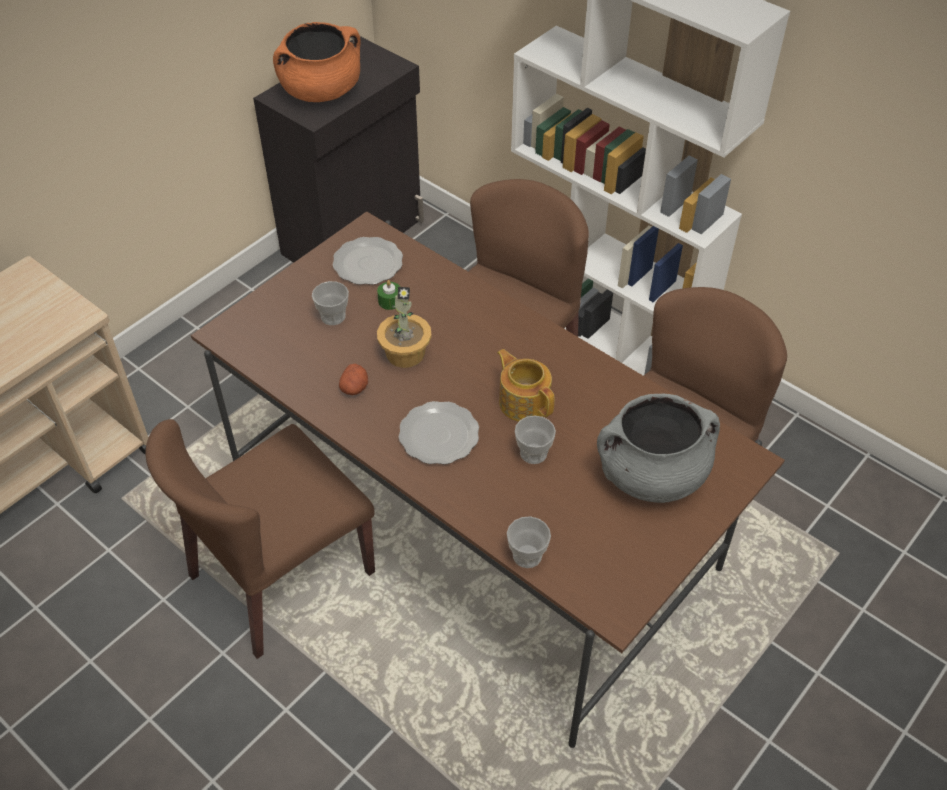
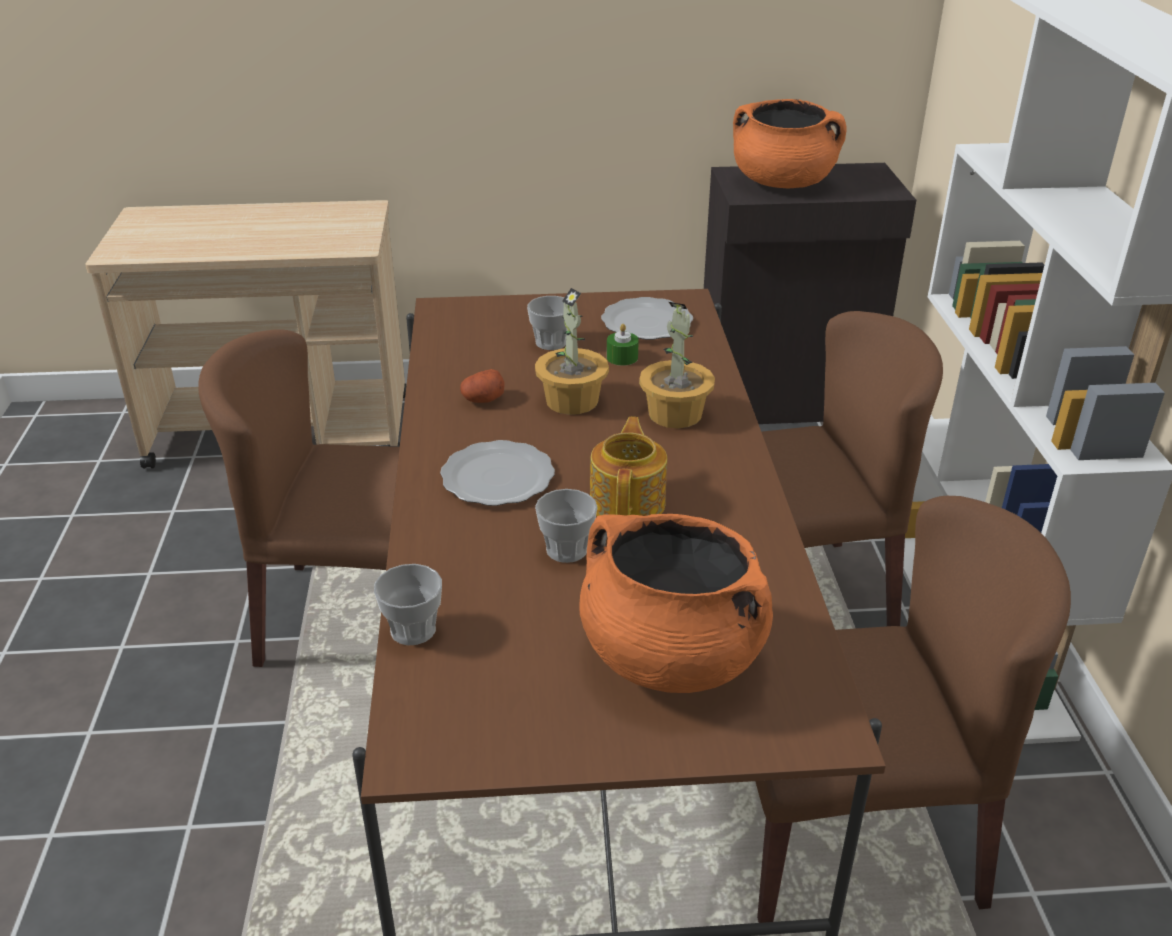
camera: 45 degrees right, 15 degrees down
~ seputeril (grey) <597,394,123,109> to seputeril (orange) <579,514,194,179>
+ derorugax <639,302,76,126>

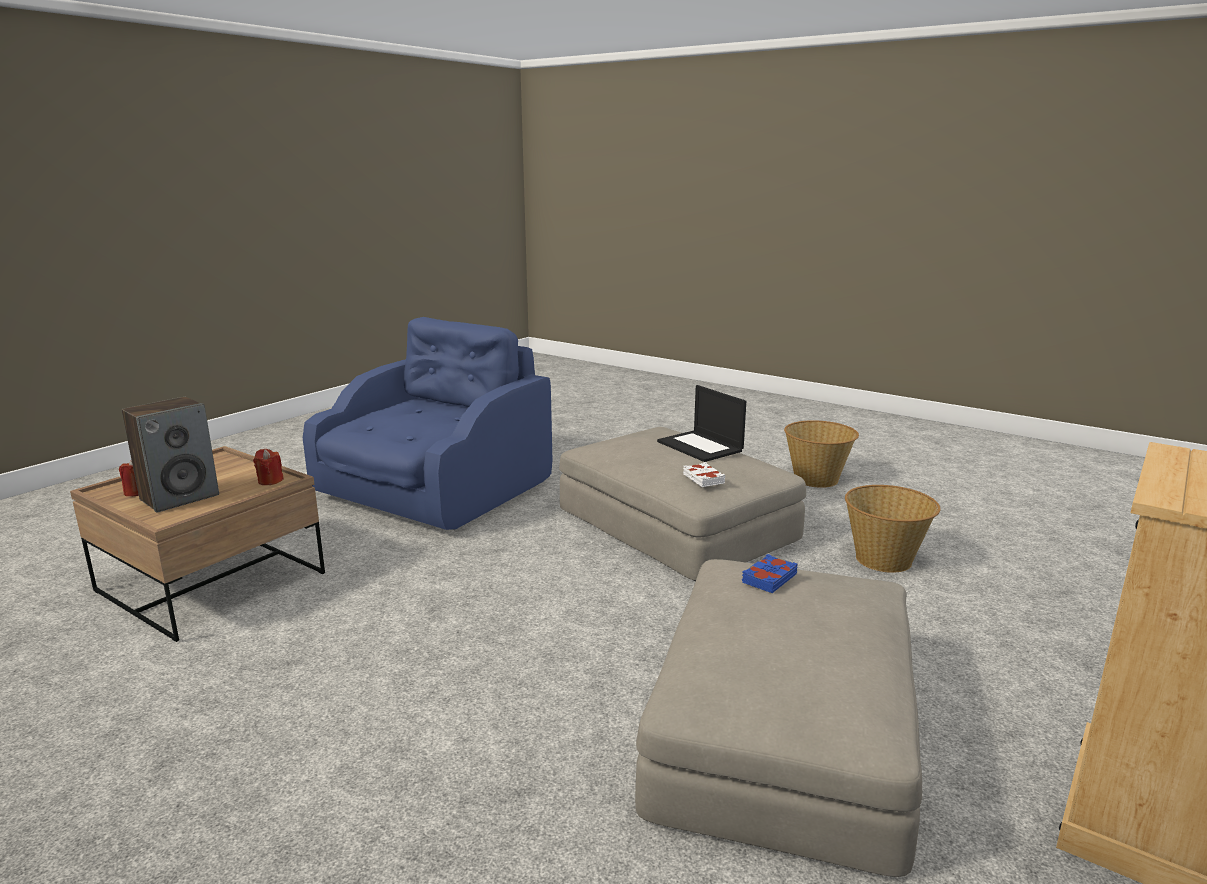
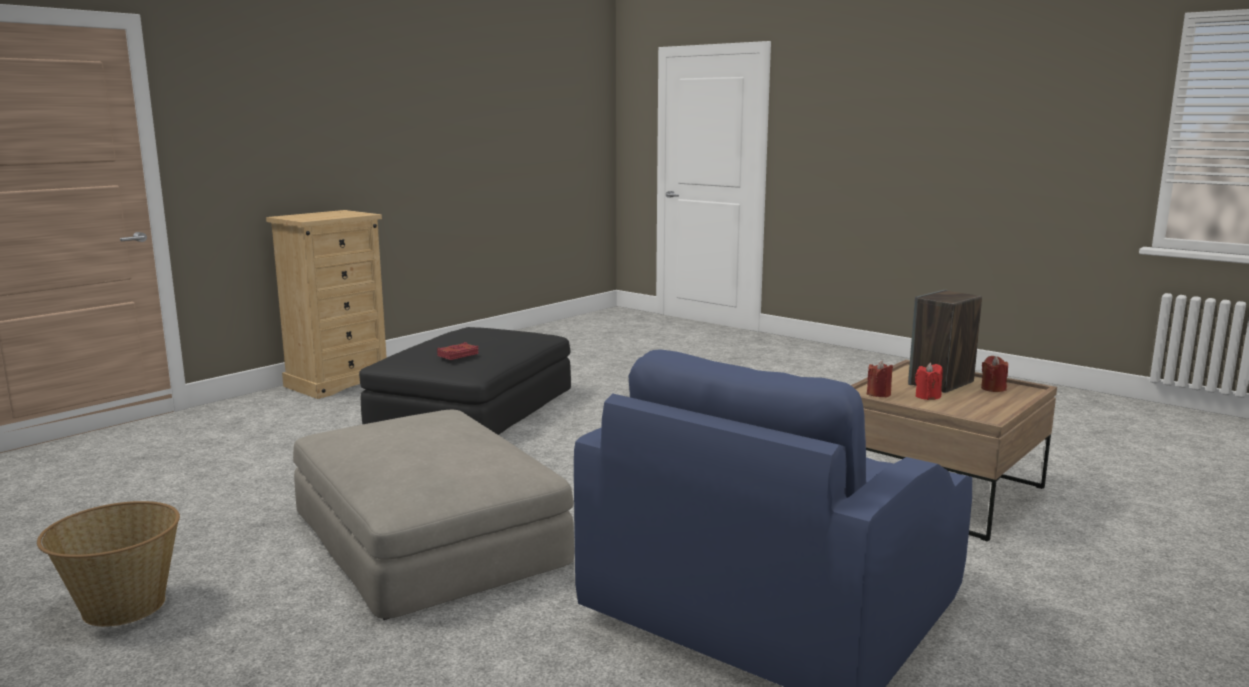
camera: 175 degrees left, 5 degrees down
~ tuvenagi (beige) <635,559,287,318> to tuvenagi (black) <359,327,212,108>
~ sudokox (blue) <742,554,56,39> to sudokox (red) <437,342,42,18>
+ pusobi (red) <915,363,28,37>
- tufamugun <657,385,89,77>
- sudokox (white) <683,462,42,25>
- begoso <845,485,96,88>

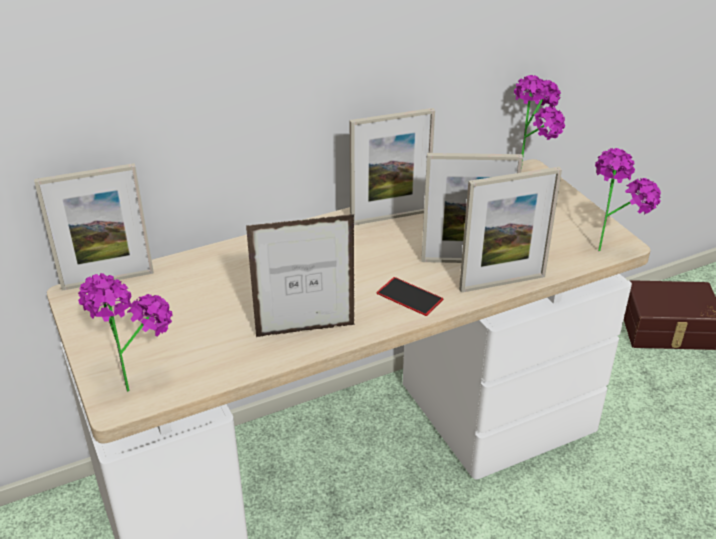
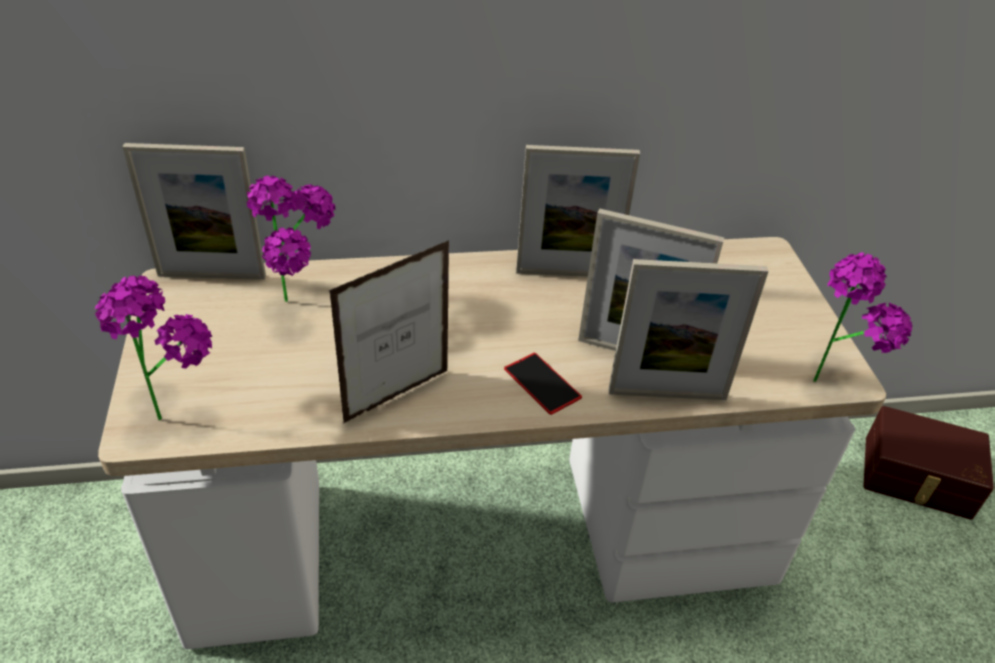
camera: 15 degrees right, 5 degrees up
~ derorugax <514,75,52,88> to <247,175,88,127>
~ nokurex <246,214,109,123> = <329,240,120,183> 135 degrees clockwise

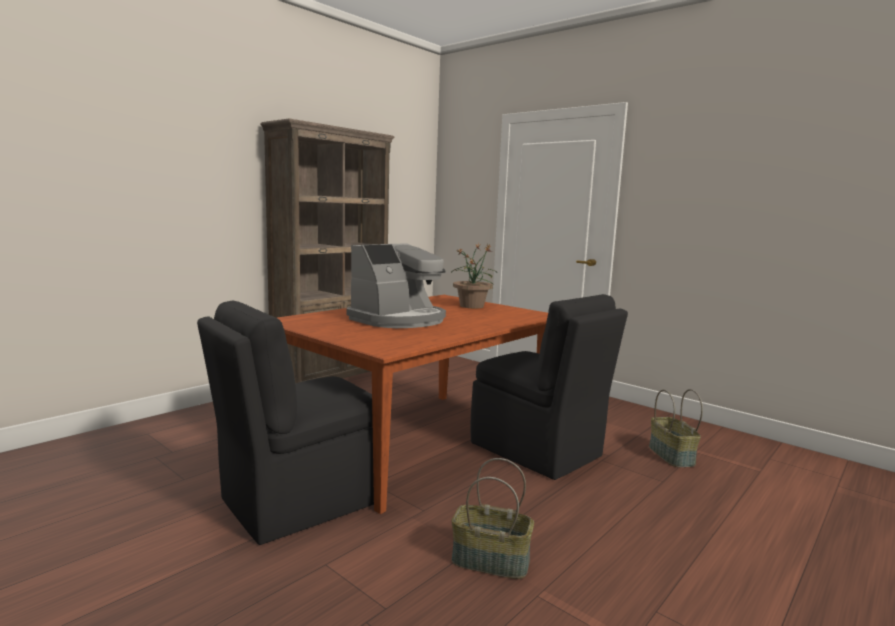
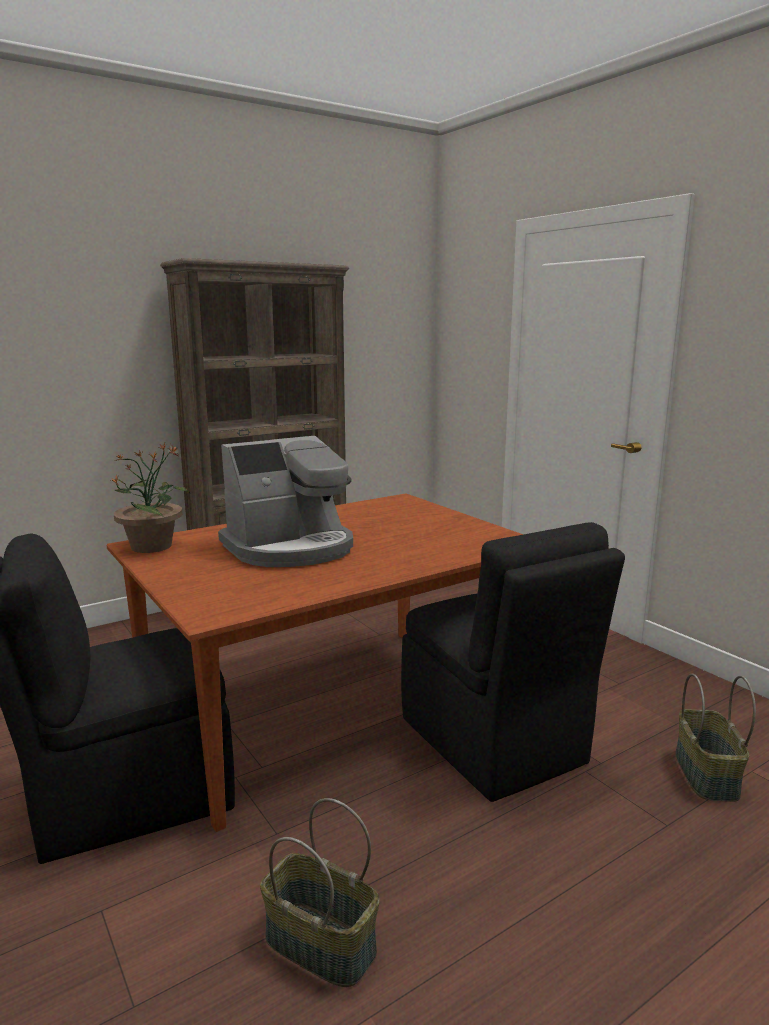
camera: 15 degrees right, 5 degrees up
~ derorugax <452,243,45,65> to <111,443,79,110>

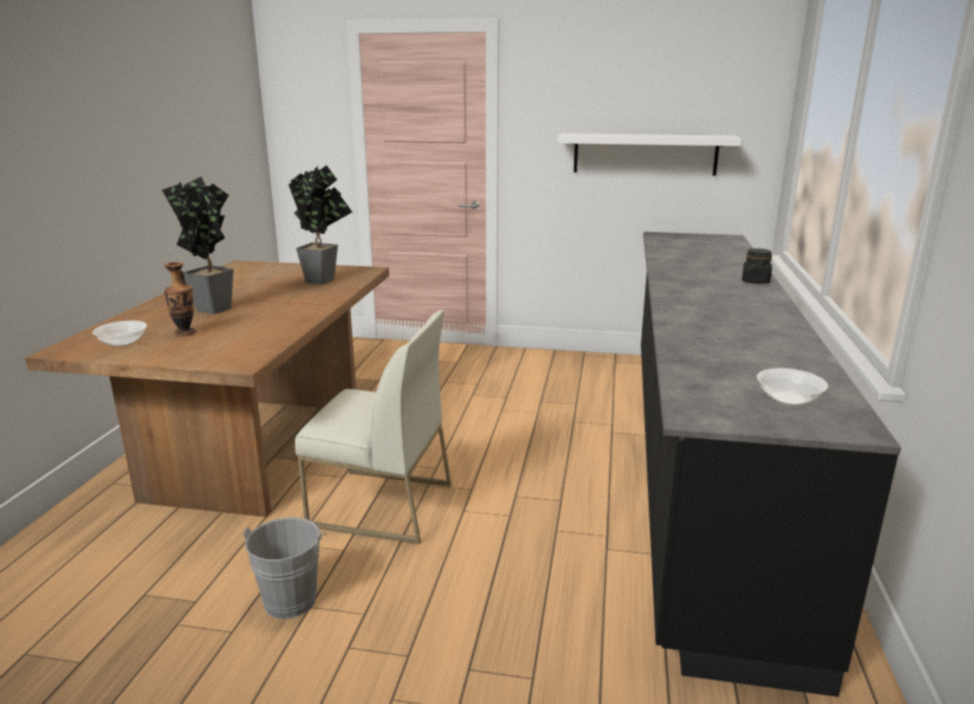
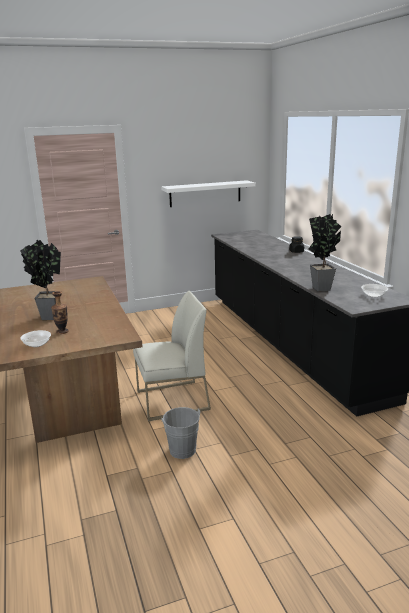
camera: 30 degrees left, 0 degrees up
~ derorugax <288,165,64,120> to <309,214,32,78>

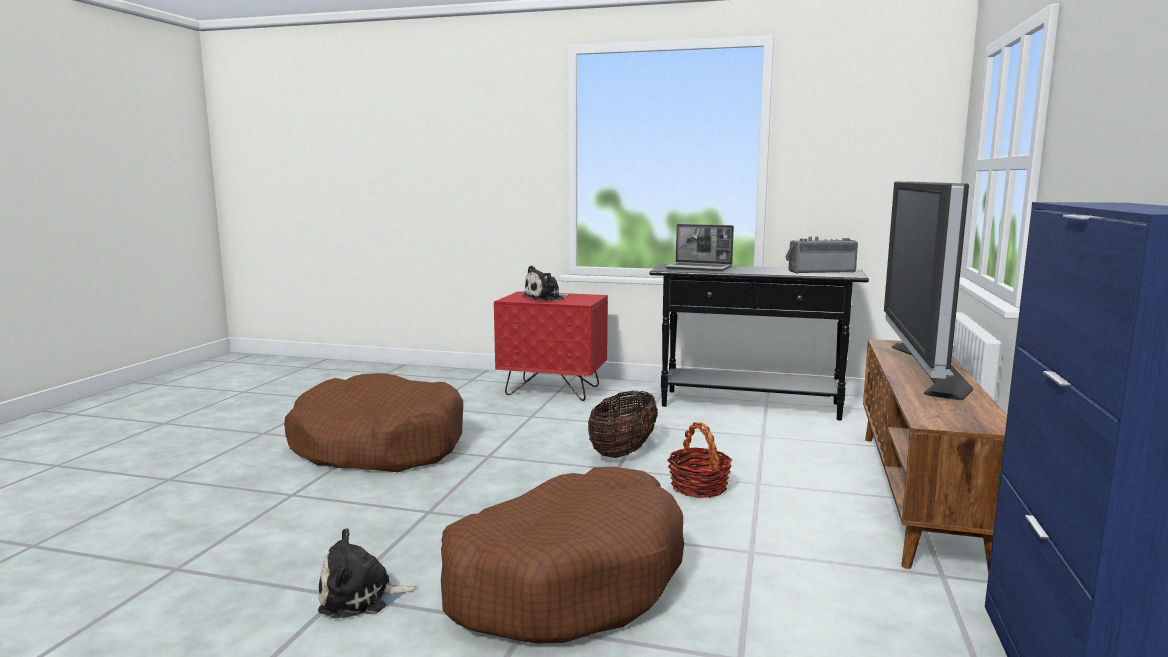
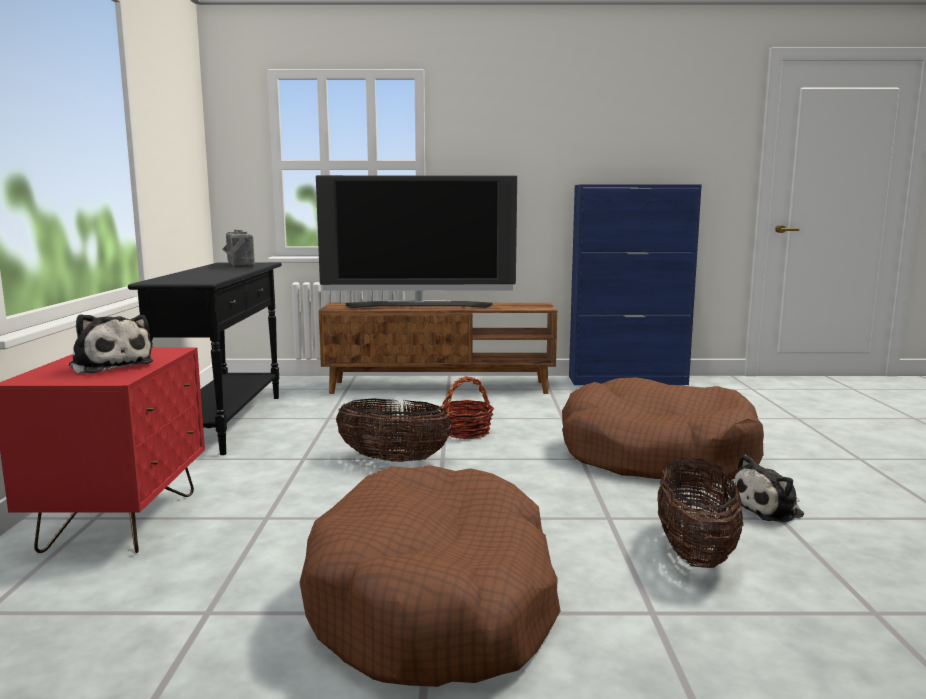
camera: 105 degrees left, 0 degrees up
+ begoso <657,458,86,110>
~ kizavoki <318,528,101,90> = <730,455,74,68> 90 degrees clockwise
- tufamugun <665,224,69,47>

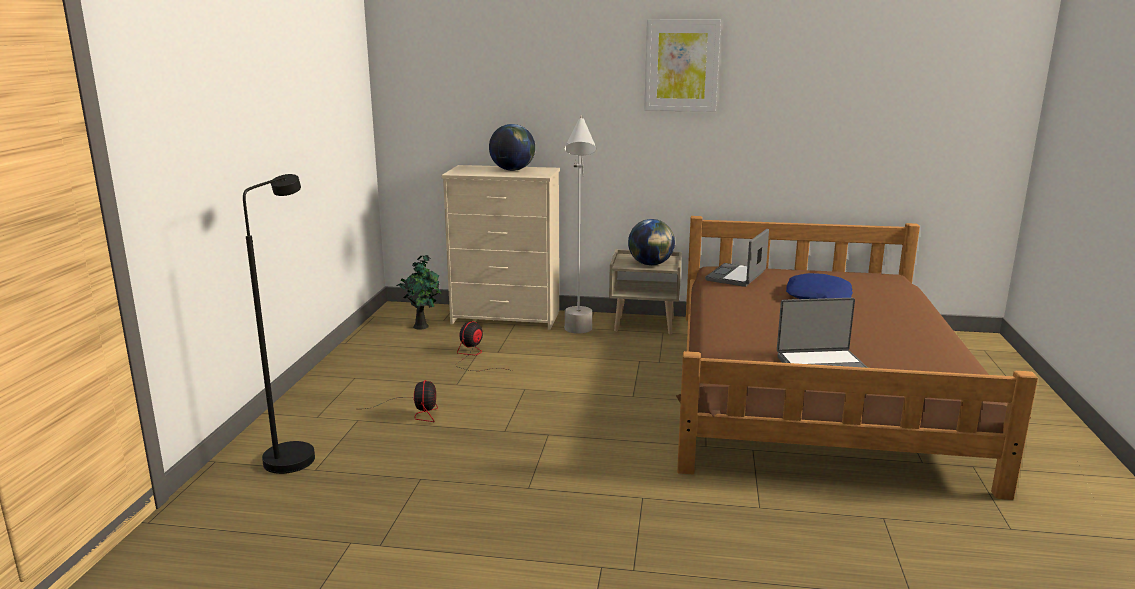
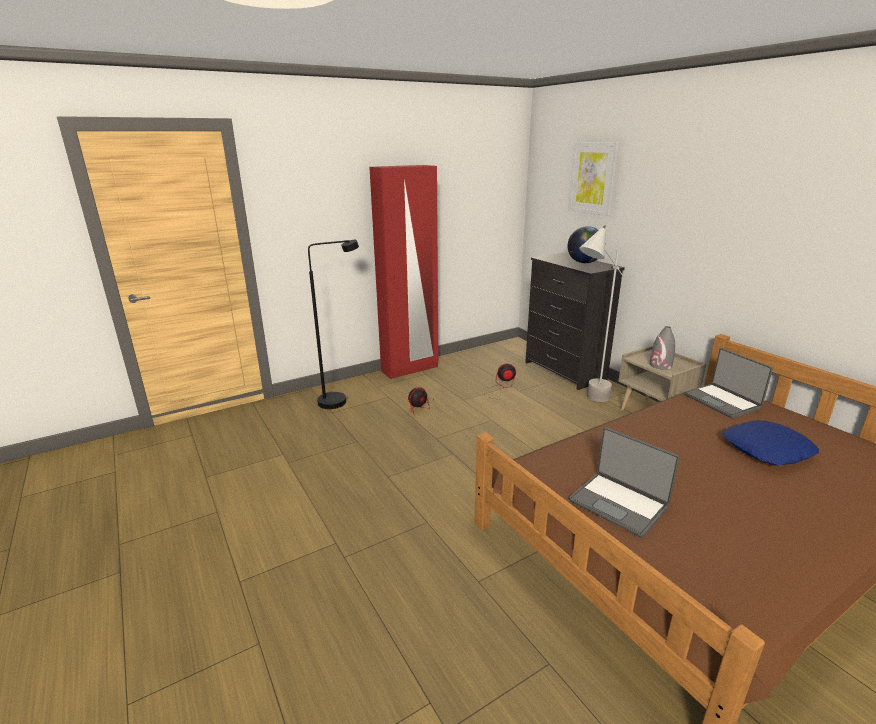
camera: 50 degrees right, 5 degrees up
+ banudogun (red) <369,165,69,214>
~ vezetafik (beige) <442,165,118,165> to vezetafik (black) <525,253,100,137>
~ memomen <644,20,77,92> to <568,142,51,74>
~ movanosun <628,219,47,46> to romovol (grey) <650,326,25,44>
~ tufamugun <705,229,64,58> = <684,348,89,70> 105 degrees counterclockwise
- derorugax <396,255,46,75>

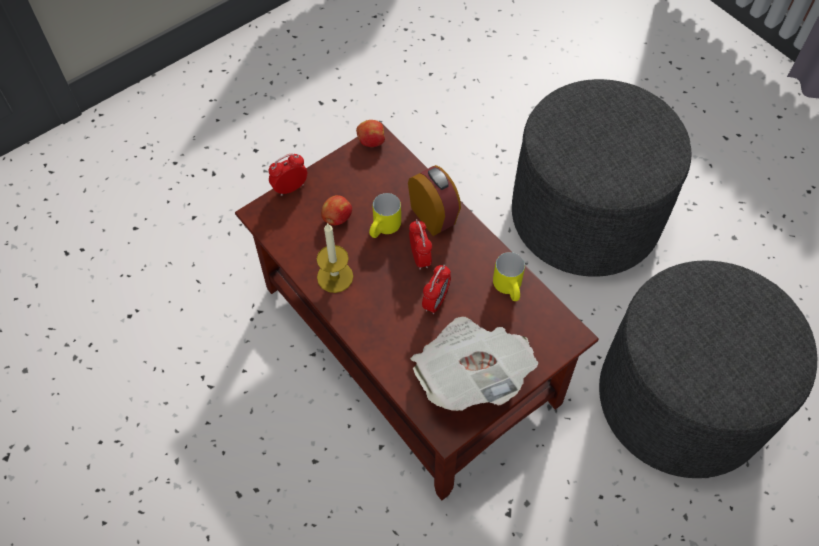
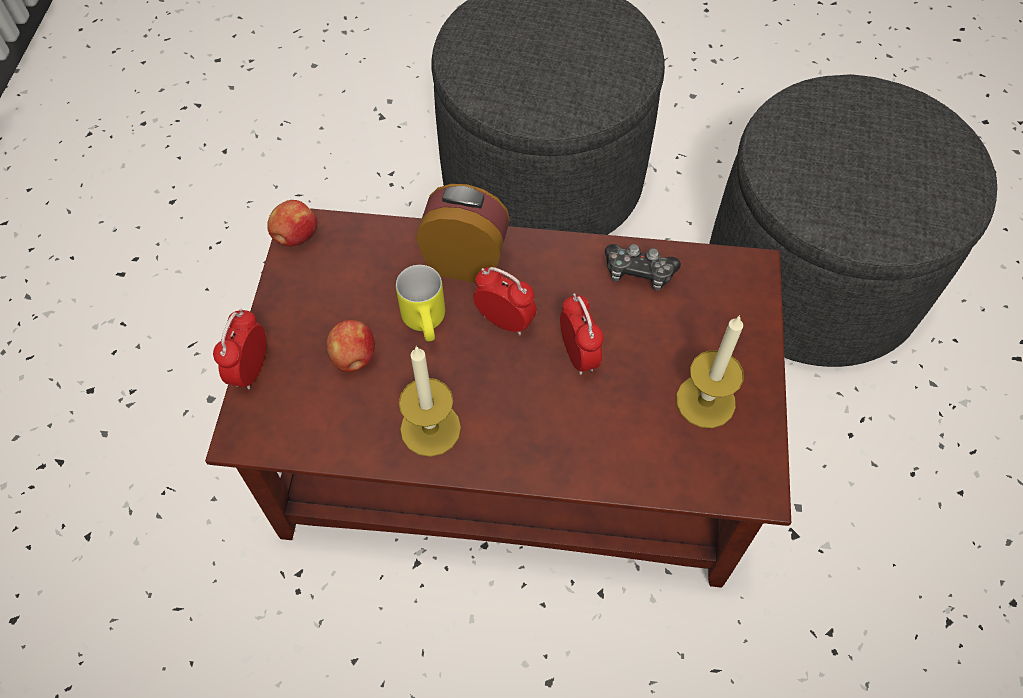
camera: 45 degrees left, 0 degrees up
~ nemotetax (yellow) <493,252,32,49> to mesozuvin <605,244,76,47>
~ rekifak <410,316,128,95> to pusobi <676,315,68,113>

